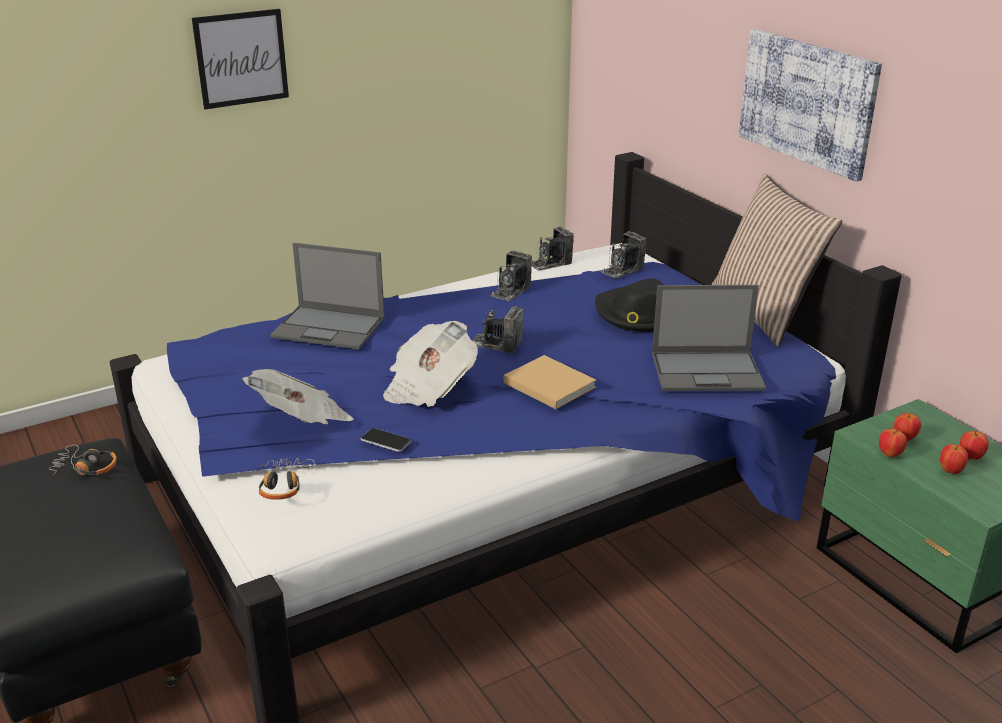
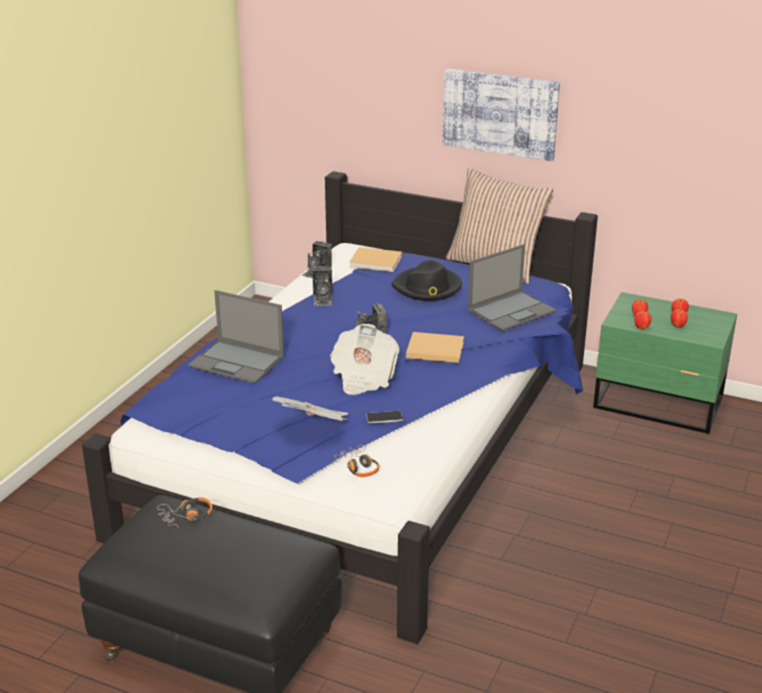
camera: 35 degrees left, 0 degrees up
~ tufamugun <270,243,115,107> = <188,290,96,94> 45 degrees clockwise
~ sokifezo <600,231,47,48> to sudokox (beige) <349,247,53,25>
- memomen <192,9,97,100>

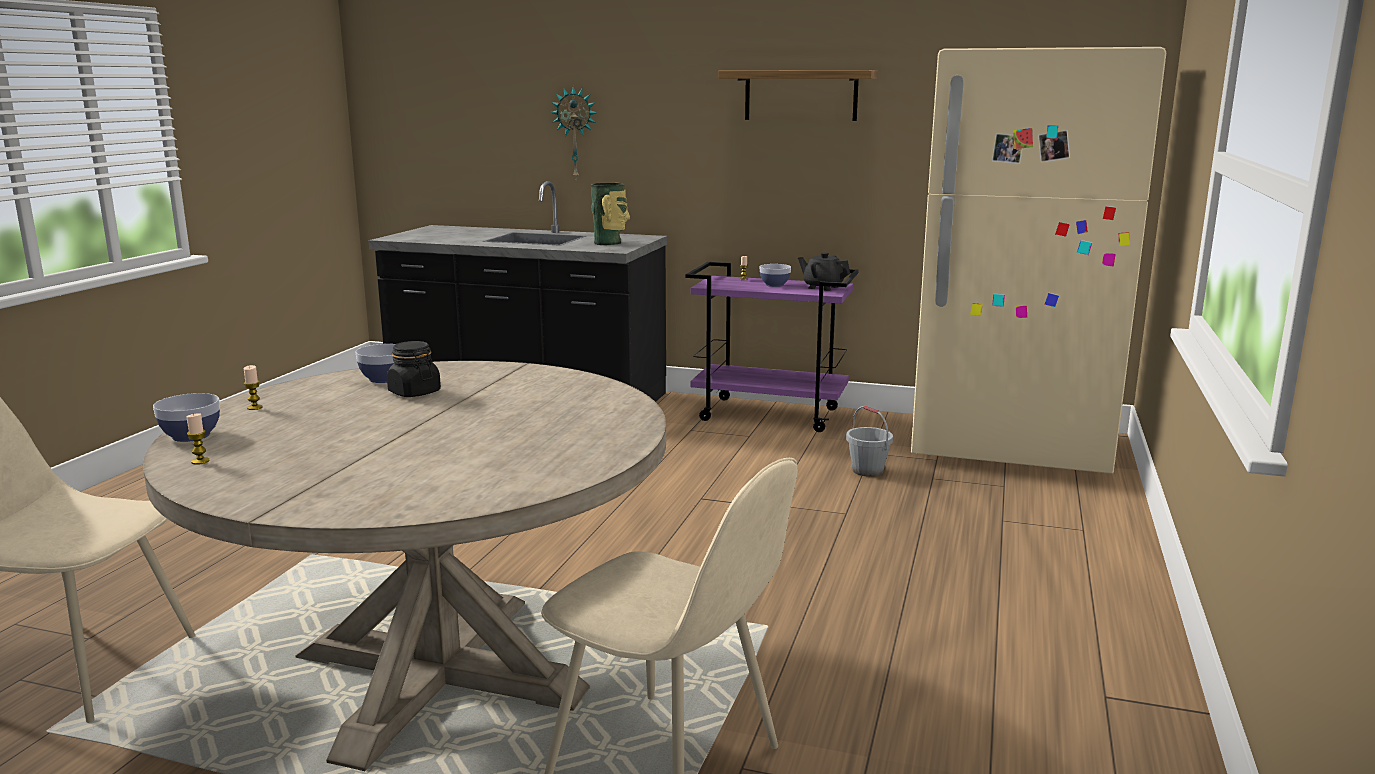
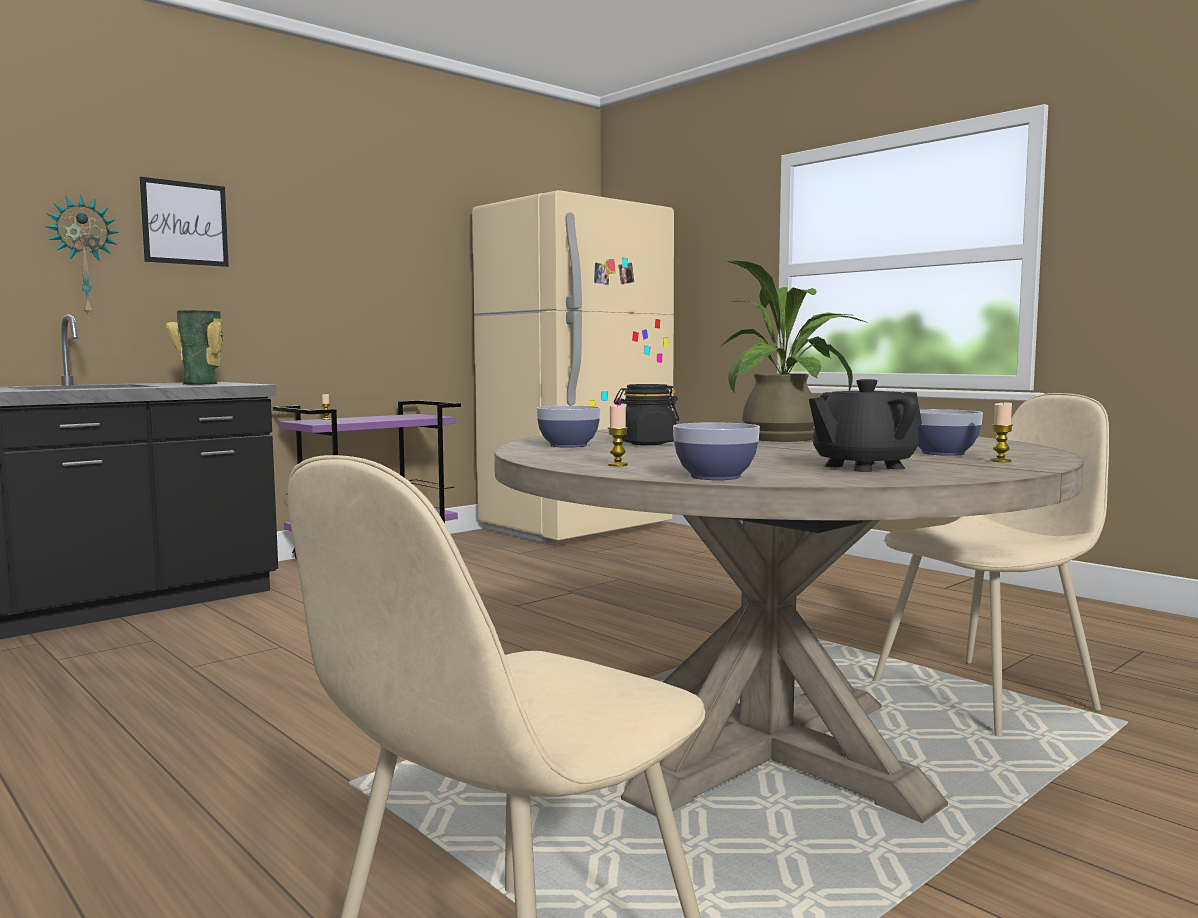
camera: 60 degrees left, 10 degrees down
+ memomen <140,177,89,90>
+ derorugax <720,260,146,182>
~ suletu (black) <798,252,52,39> to <809,379,113,93>
~ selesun <760,264,31,23> to <917,409,66,47>
~ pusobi <186,413,23,52> to <990,402,23,60>
- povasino <718,70,159,51>
- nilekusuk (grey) <846,406,47,71>

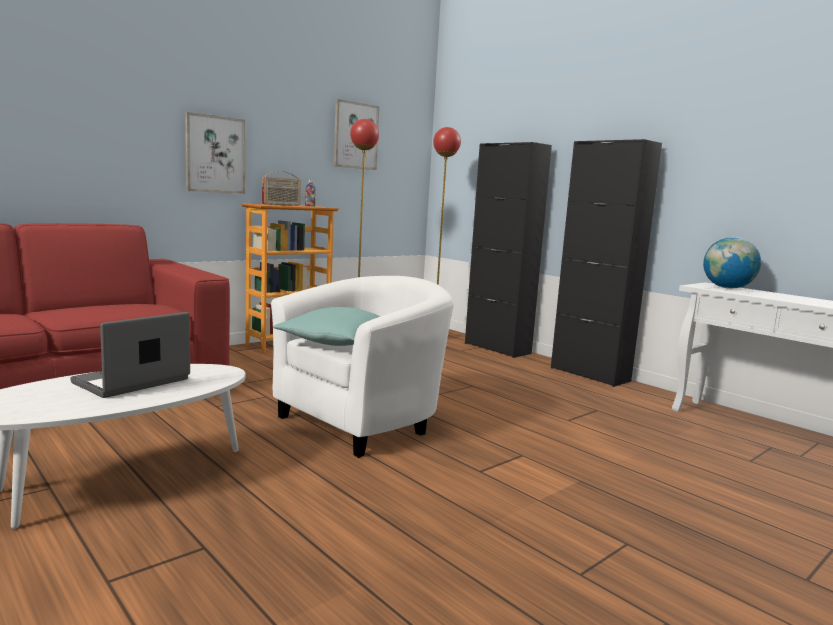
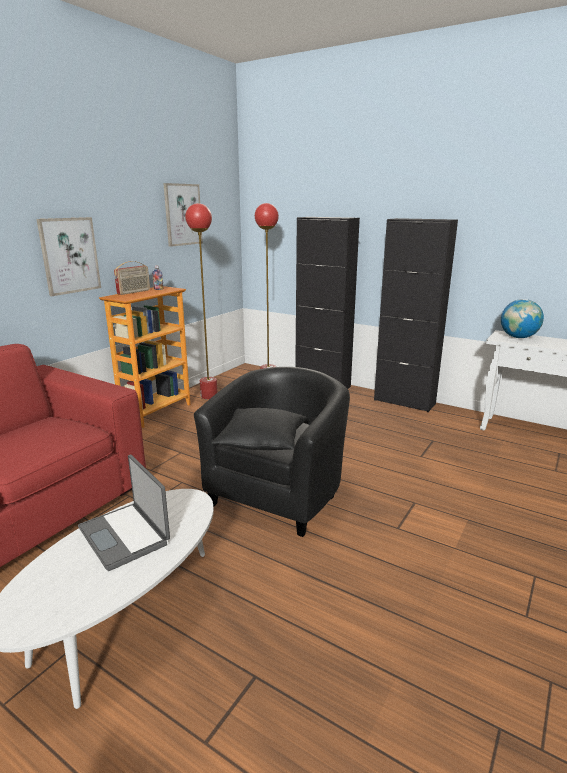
camera: 15 degrees left, 10 degrees up
~ tufamugun <70,312,120,86> = <78,454,92,117> 60 degrees counterclockwise
~ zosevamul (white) <271,276,183,182> to zosevamul (black) <194,367,156,170>
~ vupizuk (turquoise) <273,307,108,39> to vupizuk (black) <211,408,96,42>

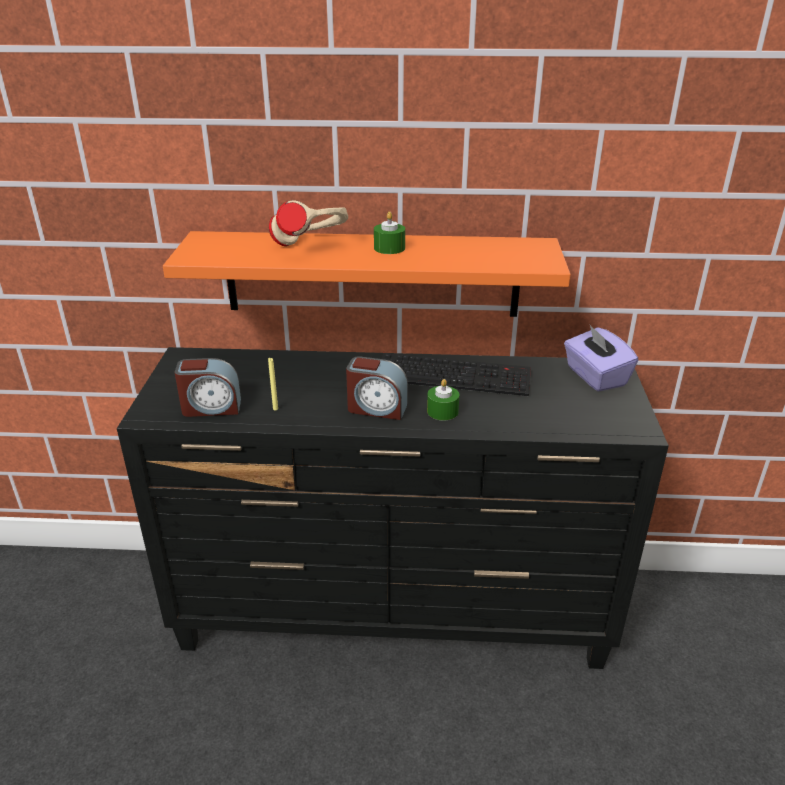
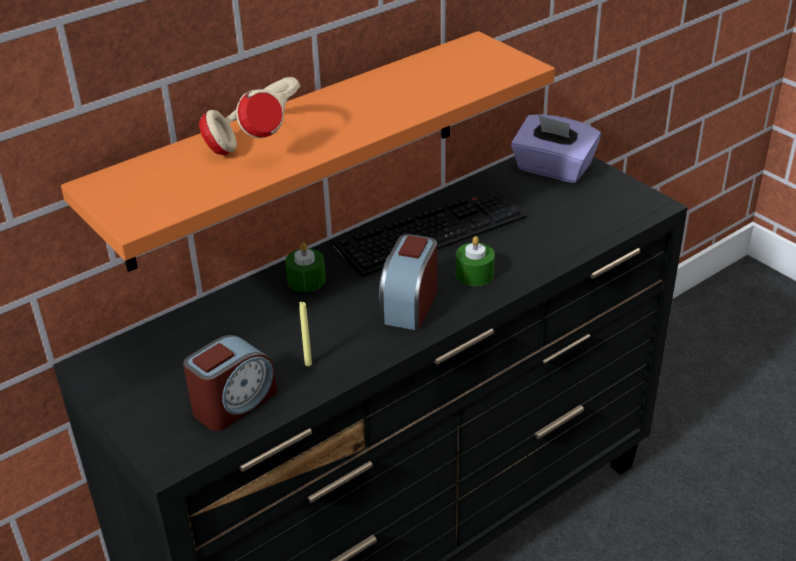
camera: 40 degrees left, 5 degrees up
~ pusobi (green) <374,211,31,43> to <285,242,41,50>
~ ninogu <346,356,62,64> = <379,234,58,97> 135 degrees clockwise

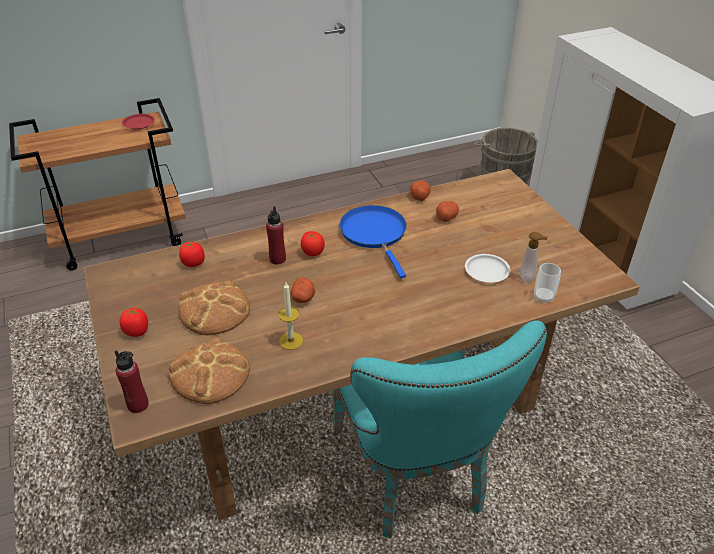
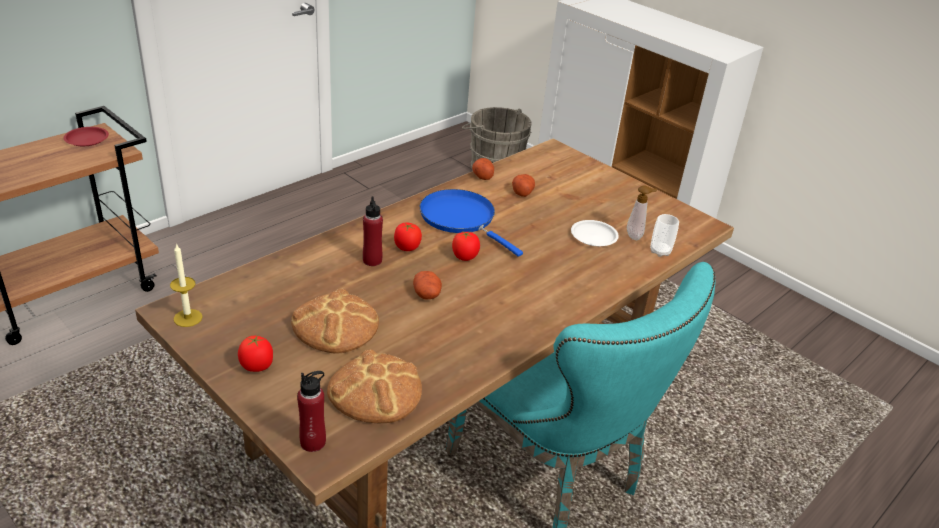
camera: 25 degrees left, 5 degrees down
~ pusobi <278,282,25,68> to <170,243,33,84>
~ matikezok <179,242,26,25> to <452,231,28,30>

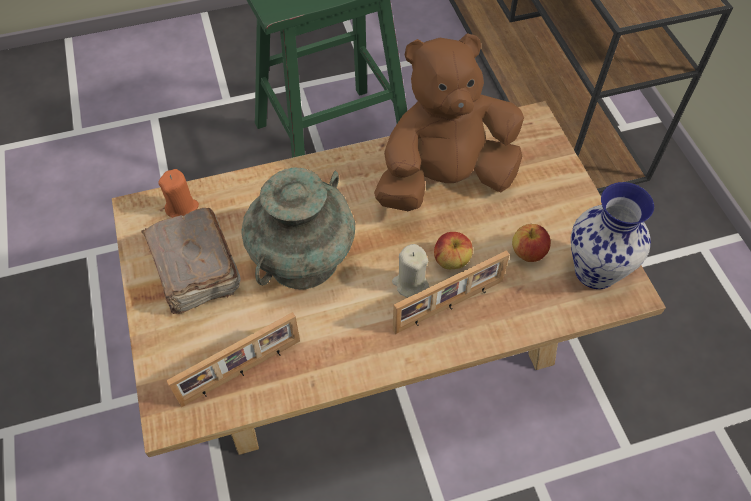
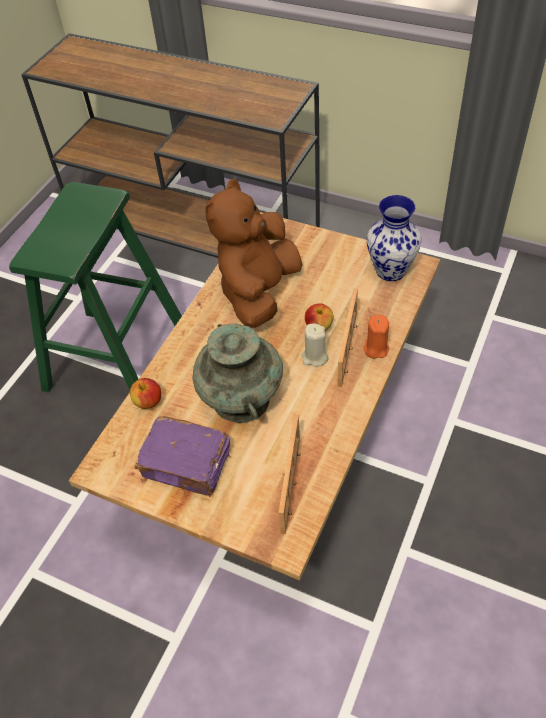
camera: 45 degrees left, 5 degrees down
~ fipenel <512,224,39,38> to <130,378,31,31>
~ sudokox (brown) <141,208,100,106> to sudokox (purple) <134,416,96,81>
~ pusobi (orange) <158,169,41,49> to <363,315,26,44>

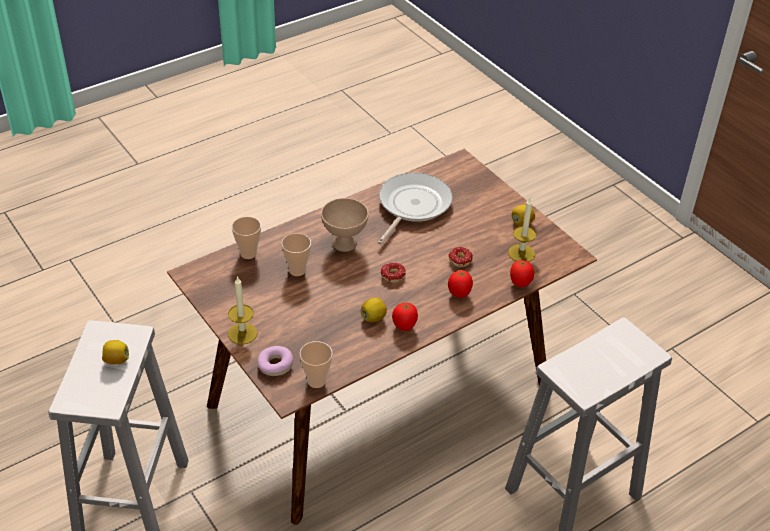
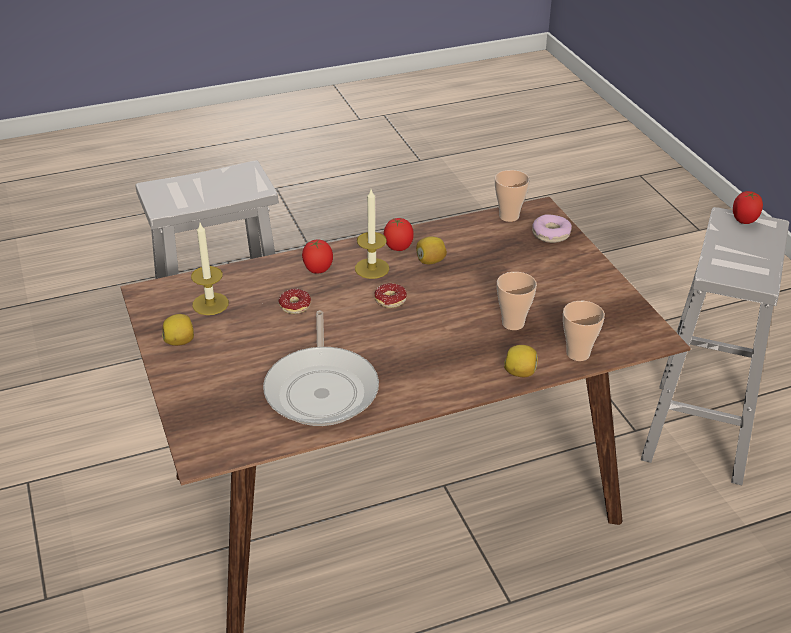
camera: 165 degrees left, 5 degrees down
~ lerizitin <378,173,75,72> = <263,311,116,115> 45 degrees counterclockwise
~ pusobi <228,276,30,69> to <355,189,34,90>
~ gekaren <102,340,27,24> to <504,345,34,32>
~ matikezok <510,259,24,28> to <733,191,30,33>
- selesun (beige) <321,198,47,54>

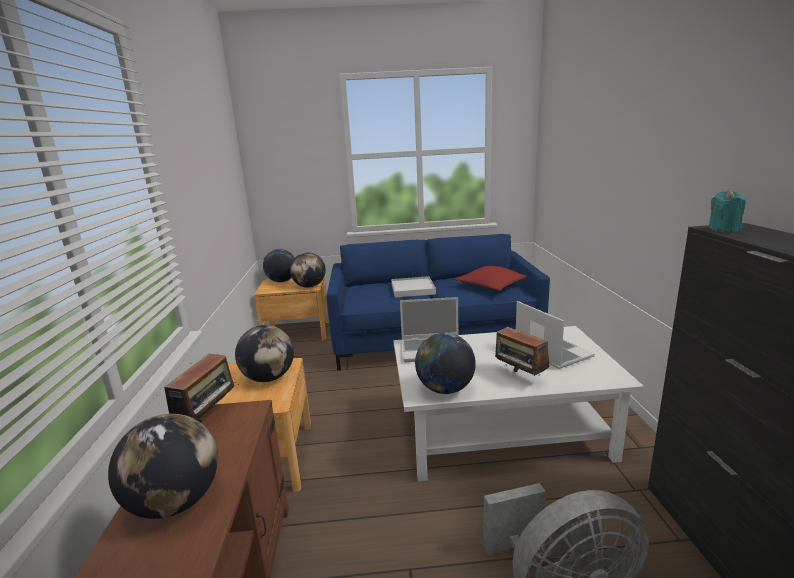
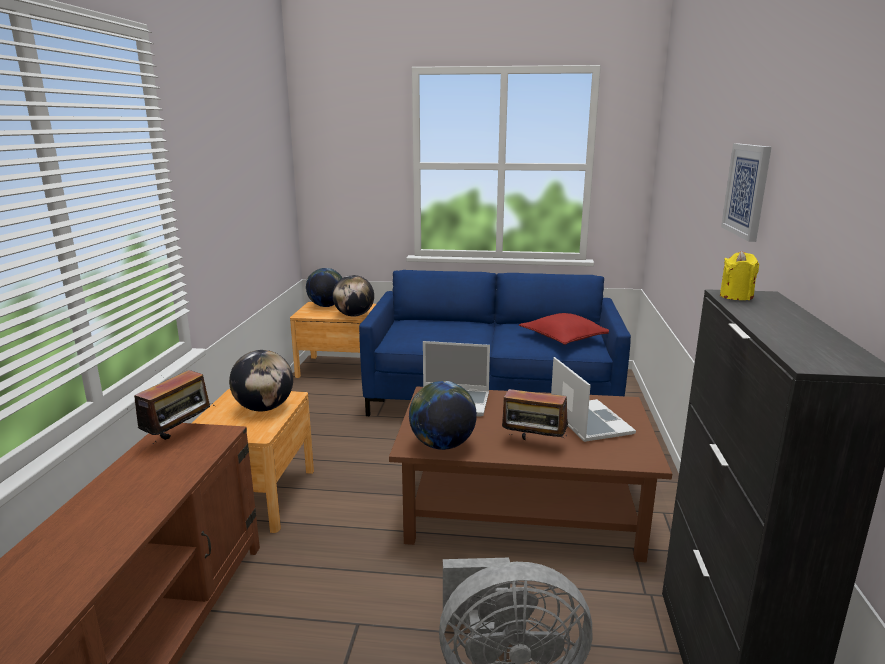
camera: 10 degrees right, 0 degrees up
~ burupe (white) <393,326,251,155> to burupe (brown) <389,386,283,176>
~ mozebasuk <495,322,55,54> = <502,383,66,57> 45 degrees counterclockwise
~ pusobi (turquoise) <708,189,38,43> to pusobi (yellow) <720,251,39,49>
+ memomen <721,144,51,98>
- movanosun <108,414,110,105>
- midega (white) <391,276,45,22>

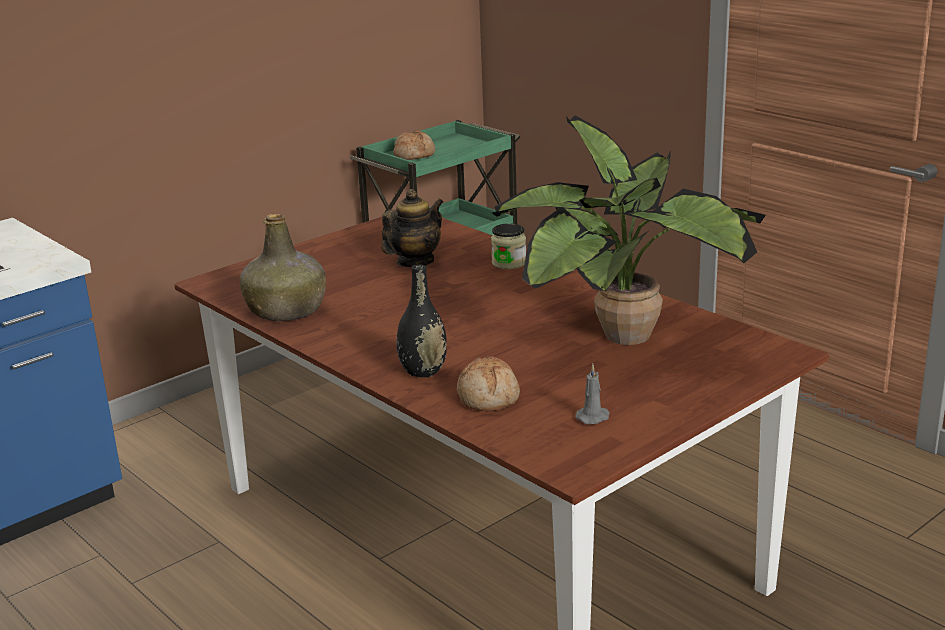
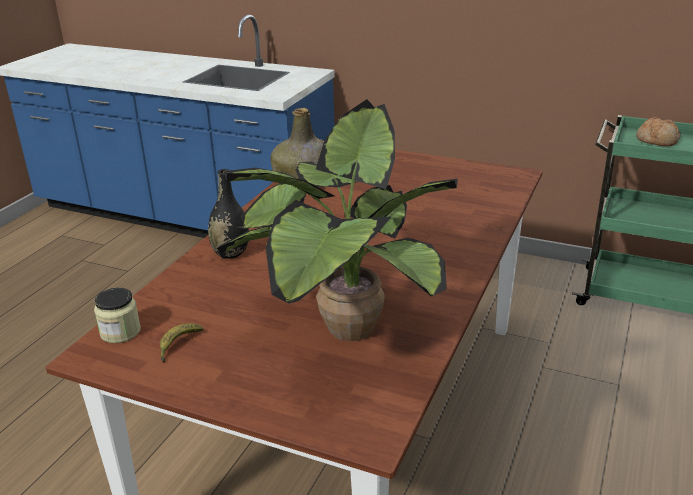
camera: 65 degrees right, 5 degrees up
~ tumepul <491,223,35,46> to <94,288,47,55>
~ pusobi (grey) <575,364,35,61> to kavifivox <160,323,44,40>
- suletu <381,189,62,78>
- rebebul <457,356,63,55>

